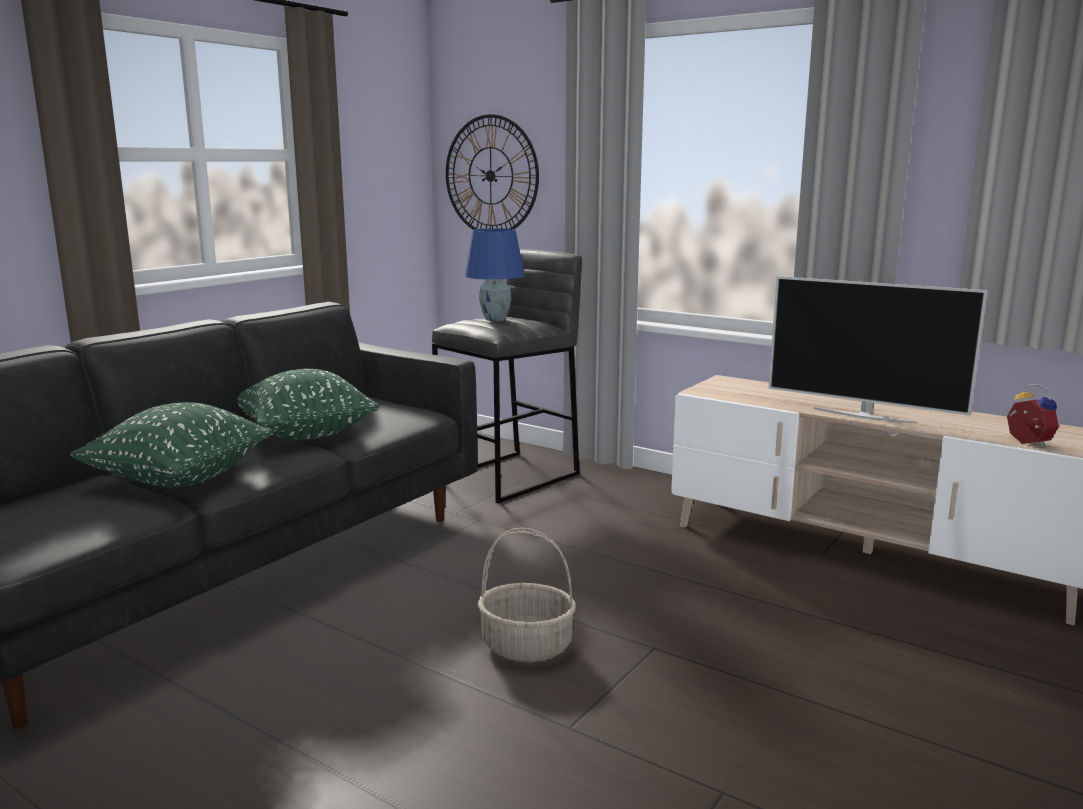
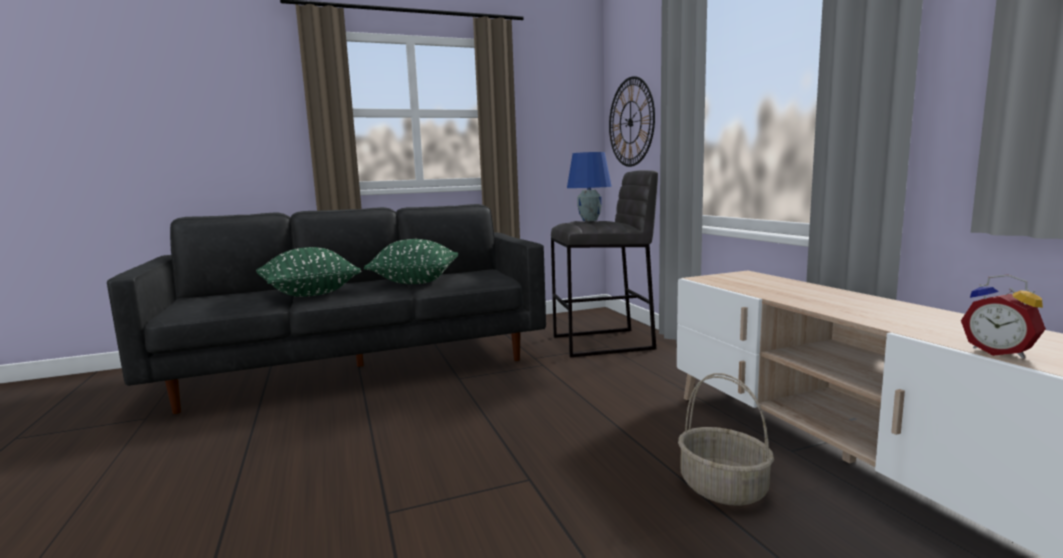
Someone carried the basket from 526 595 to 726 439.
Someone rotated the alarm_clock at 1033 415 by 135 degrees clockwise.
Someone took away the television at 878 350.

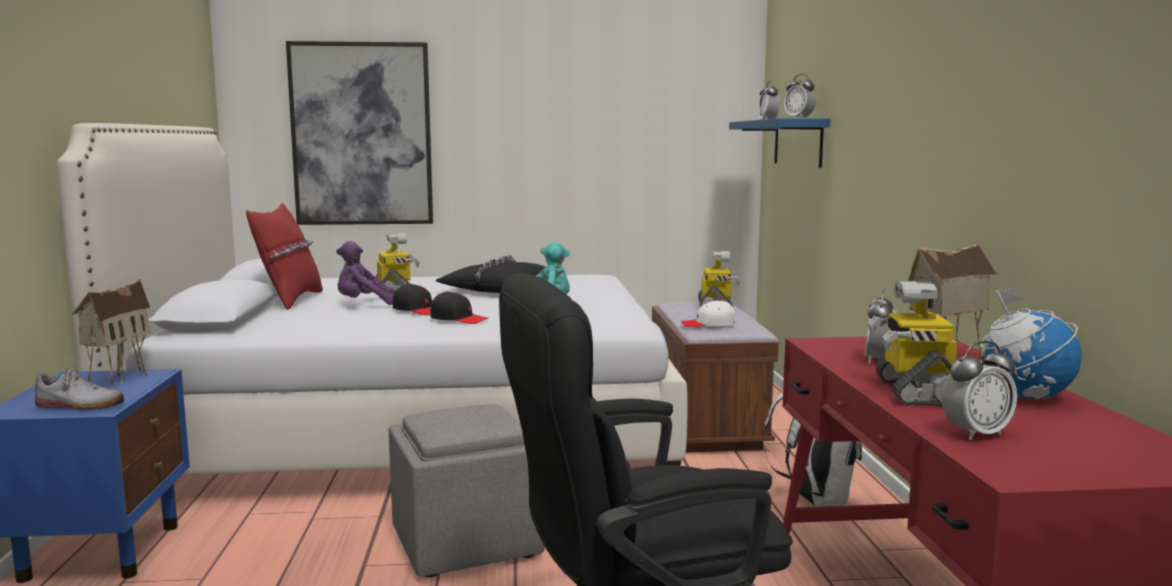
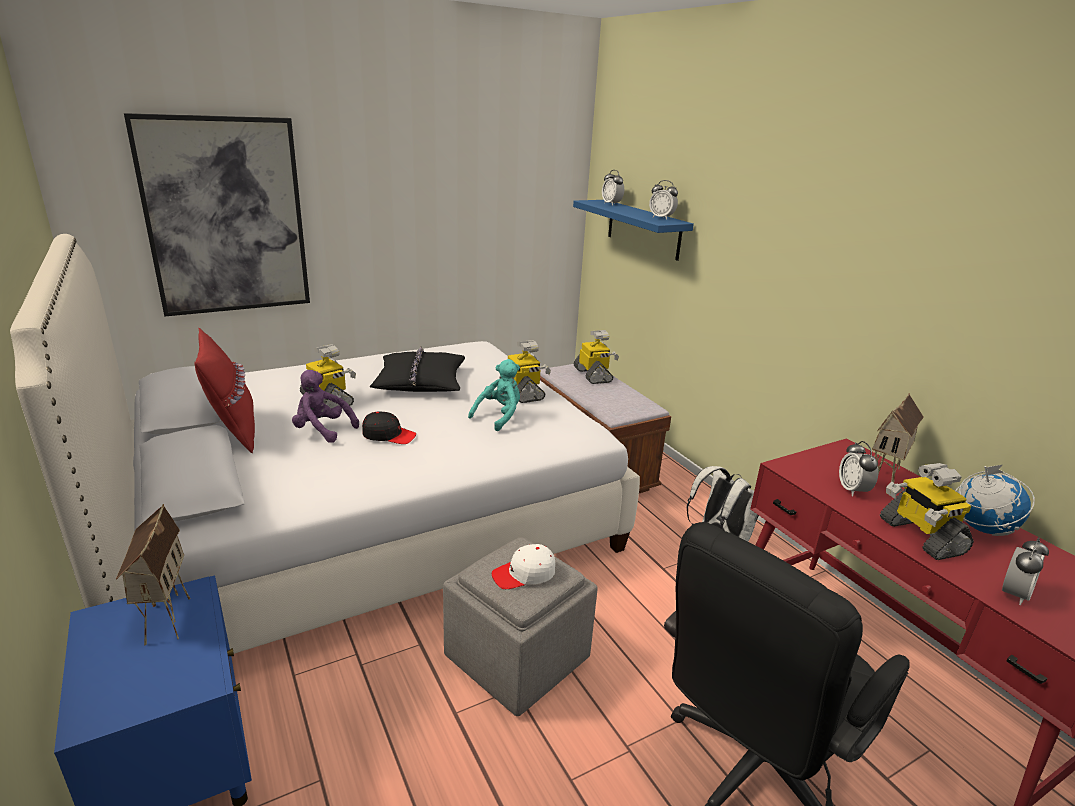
Someone rotated the purple_plush_toy at 365 273 by 60 degrees clockwise.
Someone carried the white_cap from 708 313 to 523 566.
Someone put down the toy_robot at 525 371.
Someone took away the shoe at 79 389.
Someone took away the black_cap at 459 307.

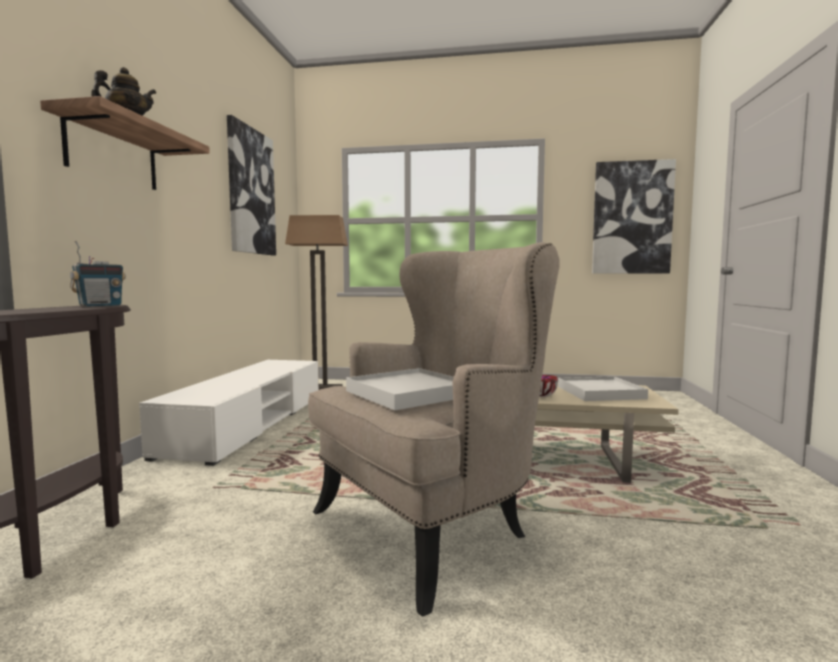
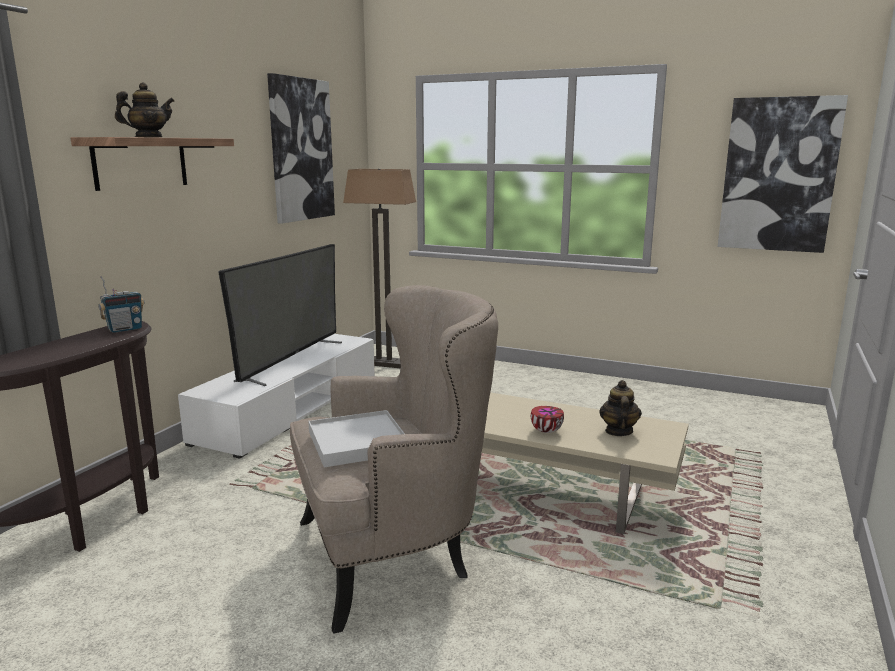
Someone put down the television at 280 315.
Someone swapped the white_tray at 603 388 for the teapot at 620 408.

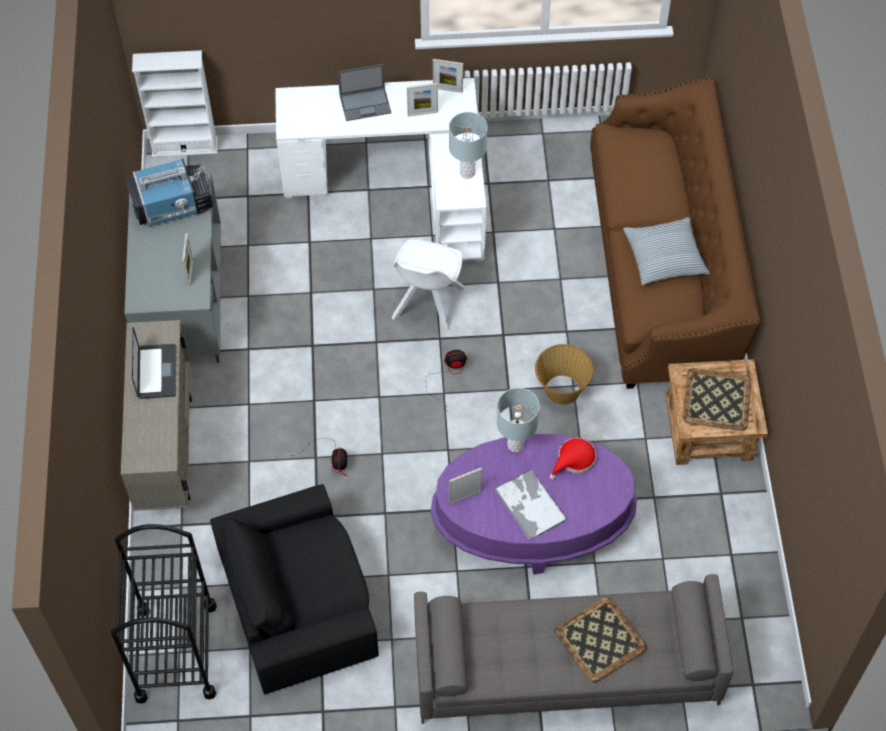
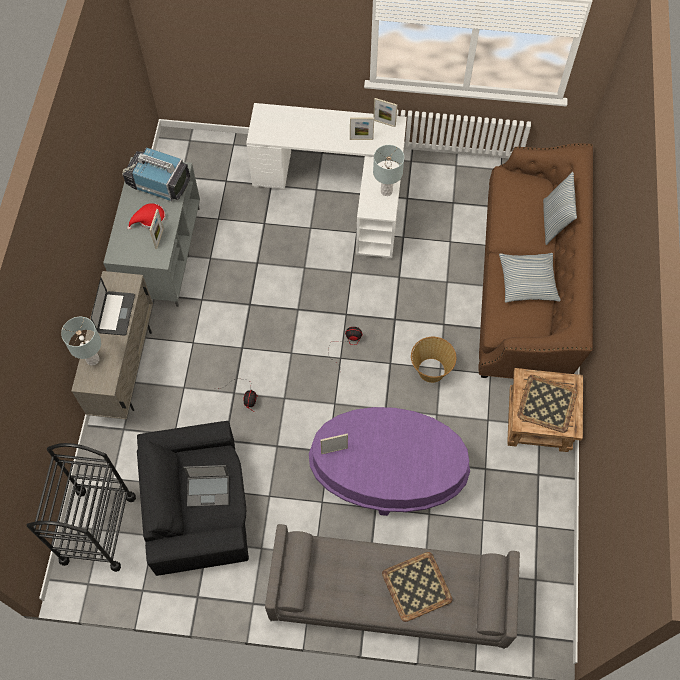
Someone carried the grey_table_lamp from 518 420 to 81 341.
Someone rotated the television at 169 193 by 150 degrees counterclockwise.
Someone carried the red_hat from 573 459 to 146 216.
Someone carried the laptop from 364 92 to 206 486.
Someone put down the pillow at 560 208.
Someone took away the white_bookcase at 174 103.
Someone took away the white_chair at 428 286.
Someone took away the tray at 531 505.

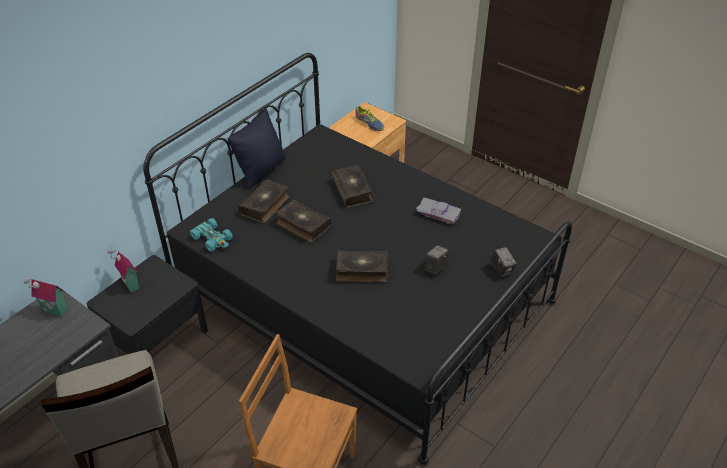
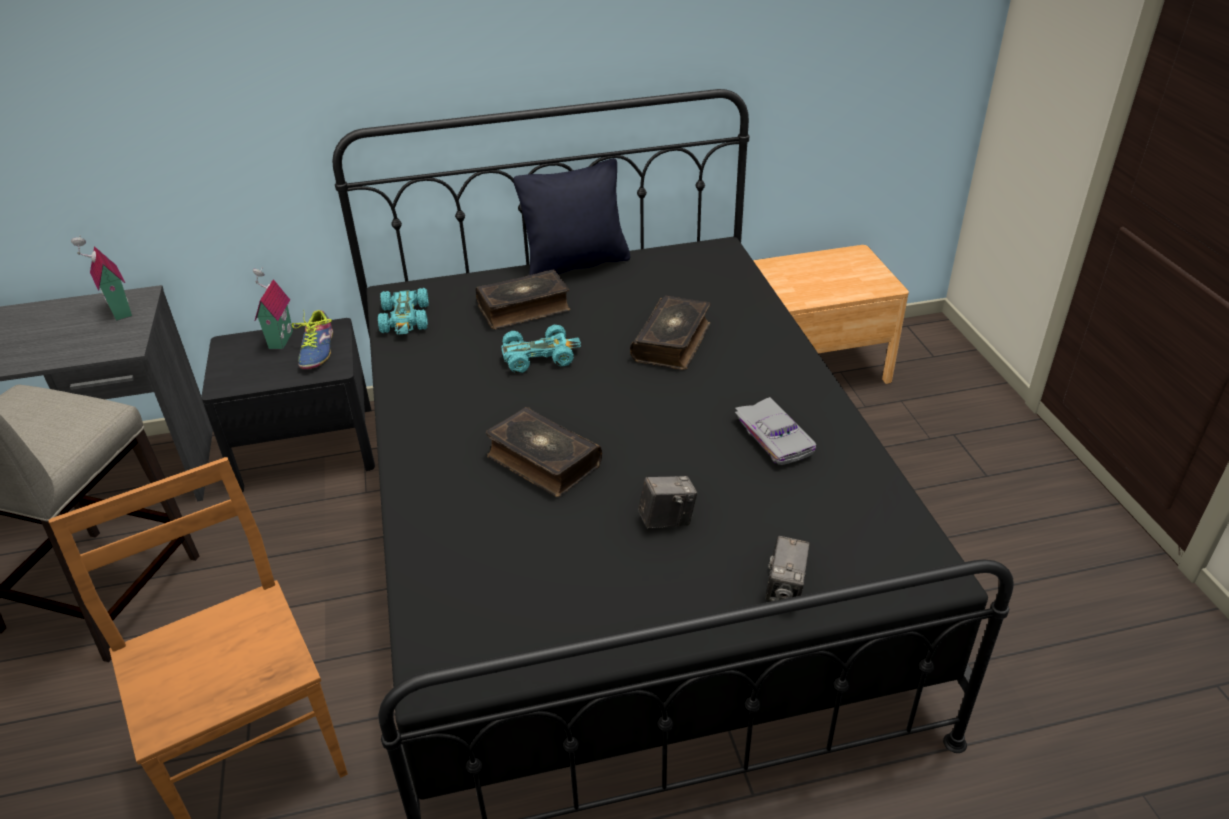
Someone carried the shoe from 369 118 to 312 339.
Someone swapped the book at 303 221 for the turquoise_toy_car at 541 349.

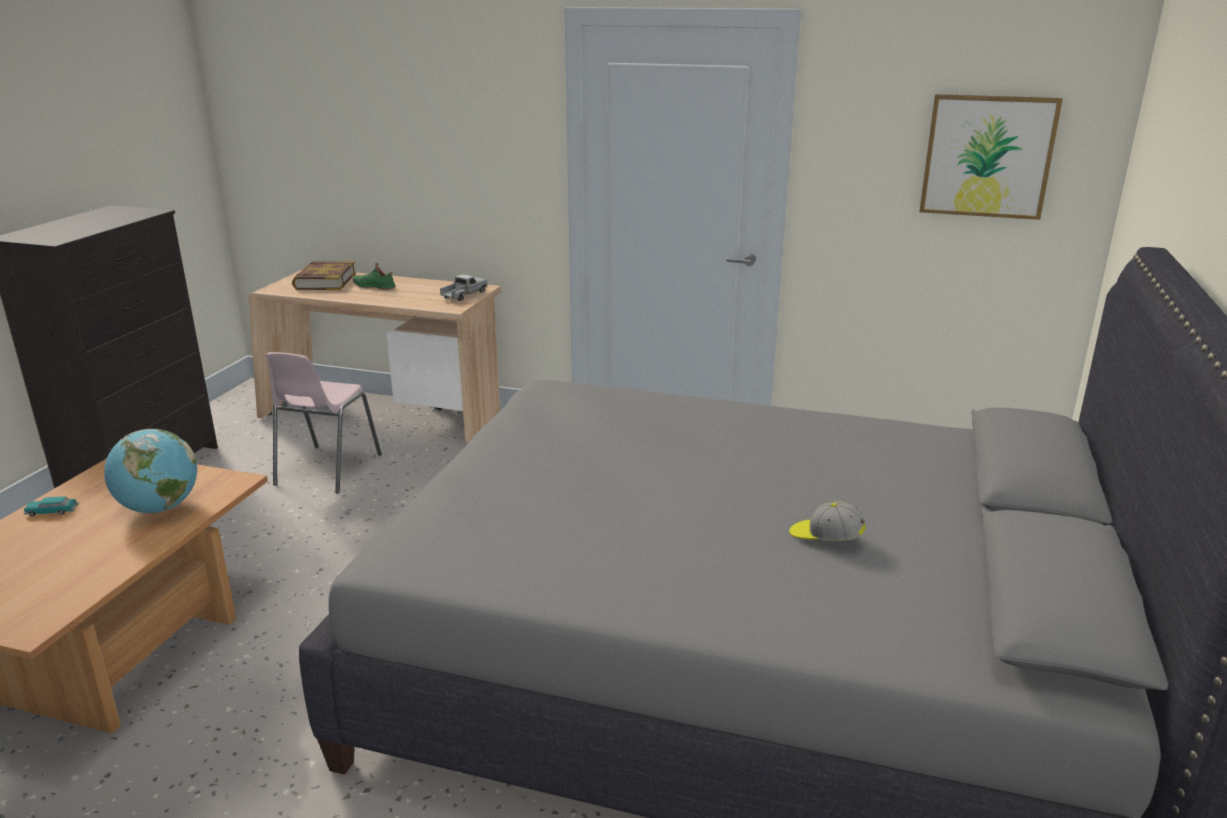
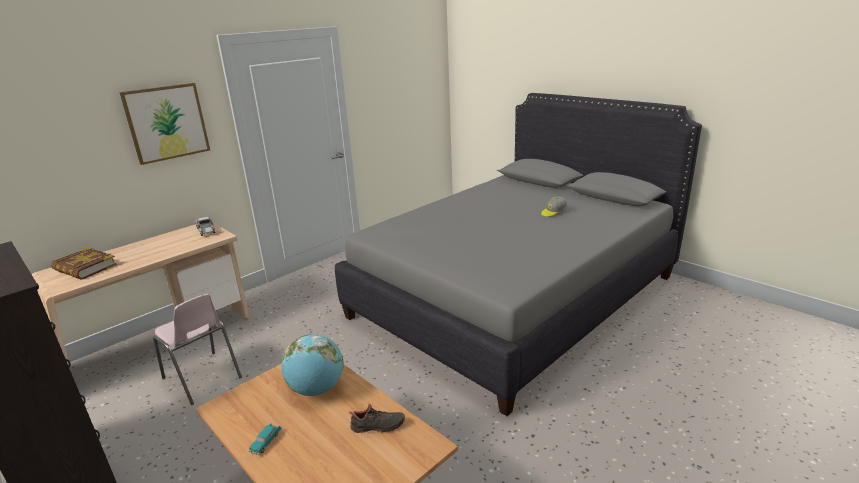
Someone carried the picture from 991 157 to 164 124.
Someone put down the black_shoe at 376 418.
Someone took away the green_shoe at 374 276.

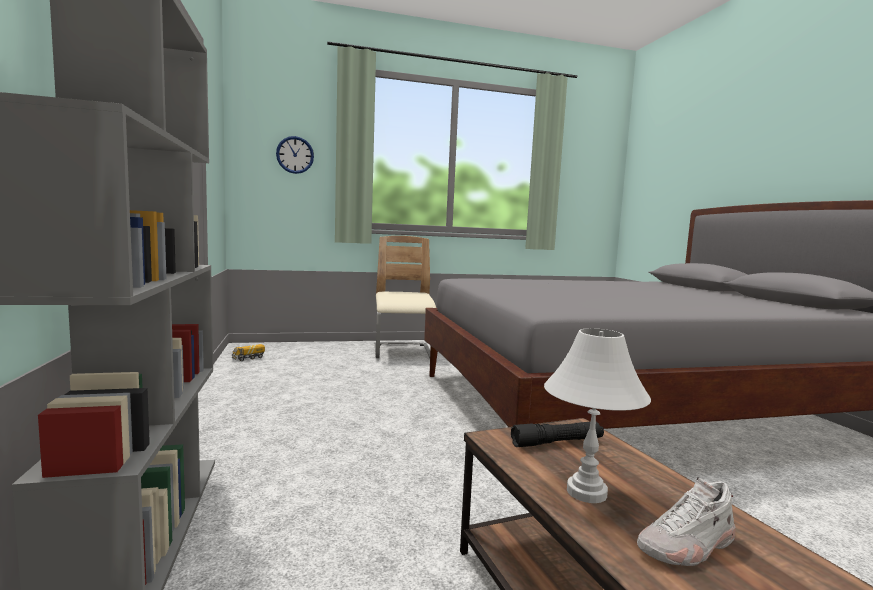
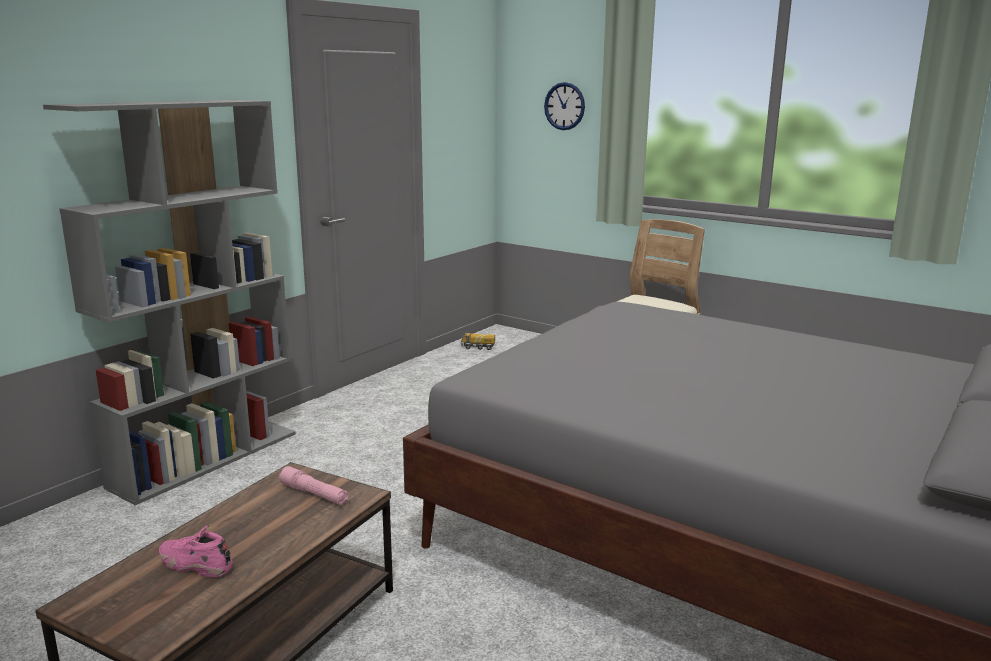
Someone repainted the white_shoe at 686 521, which became the pink_shoe at 196 551.
Someone repainted the black_flashlight at 557 434, which became the pink_flashlight at 314 485.
Someone took away the white_table_lamp at 597 415.

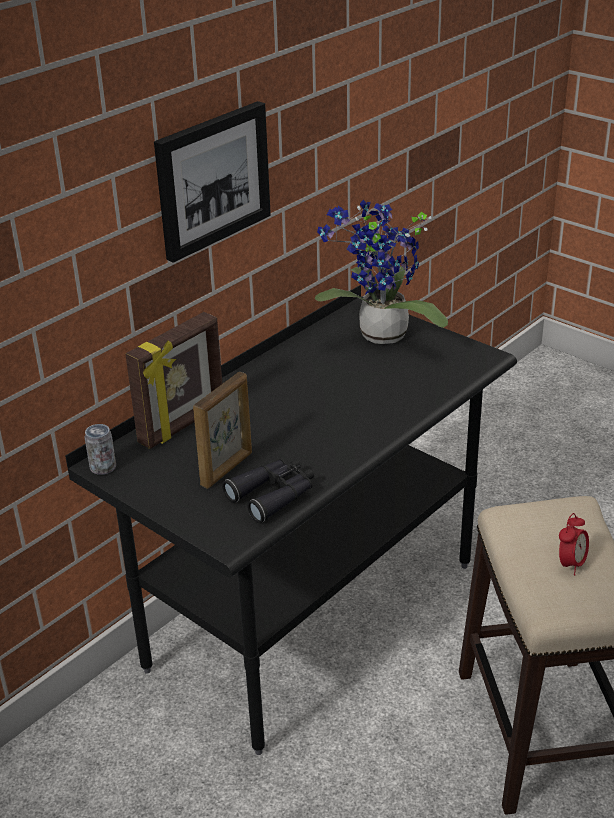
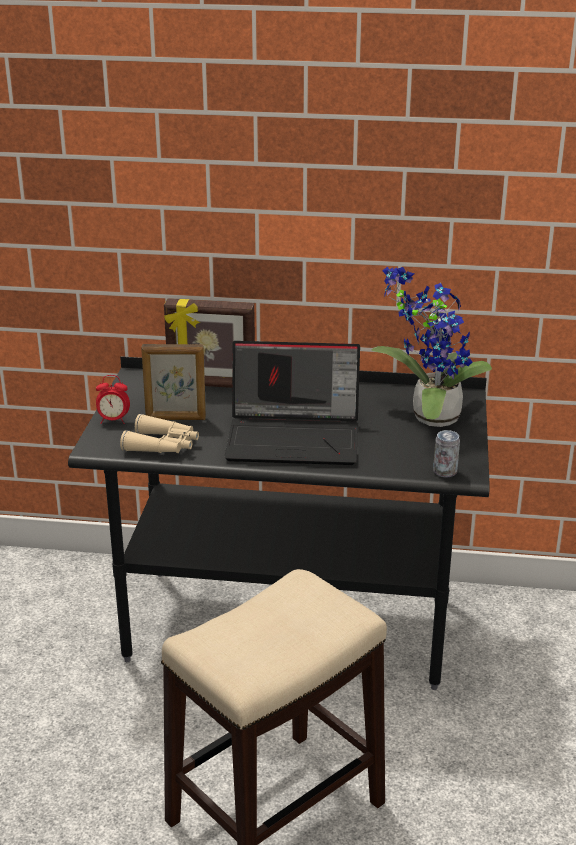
Someone carried the alarm_clock from 574 544 to 113 399.
Someone repainted the black_binoculars at 268 491, which became the beige_binoculars at 159 433.
Someone put down the laptop at 292 403.
Someone carried the can from 100 449 to 446 454.
Someone took away the picture at 212 182.

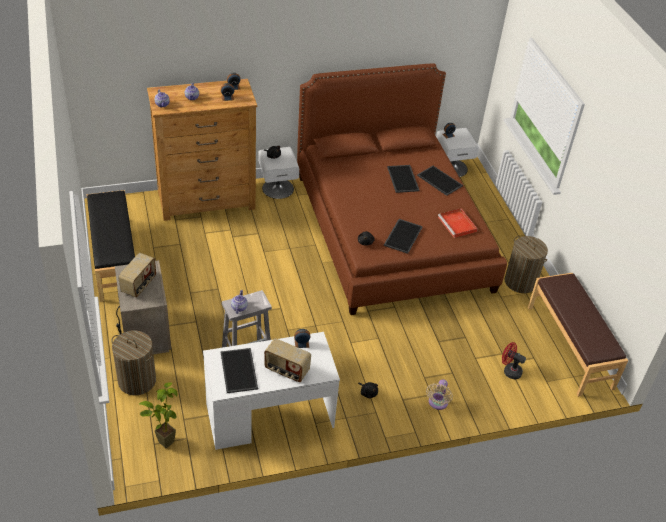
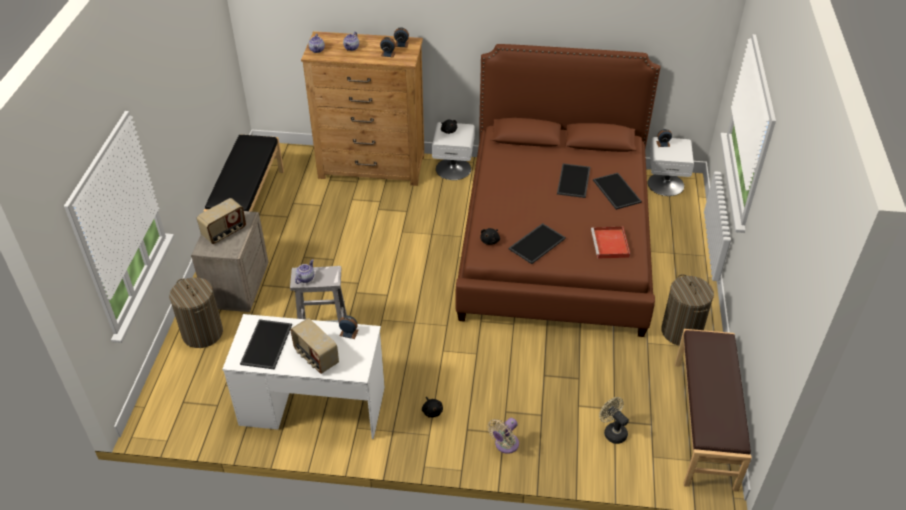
Someone repainted the red_fan at 514 360, which became the beige_fan at 614 420.
Someone took away the potted_plant at 158 415.

